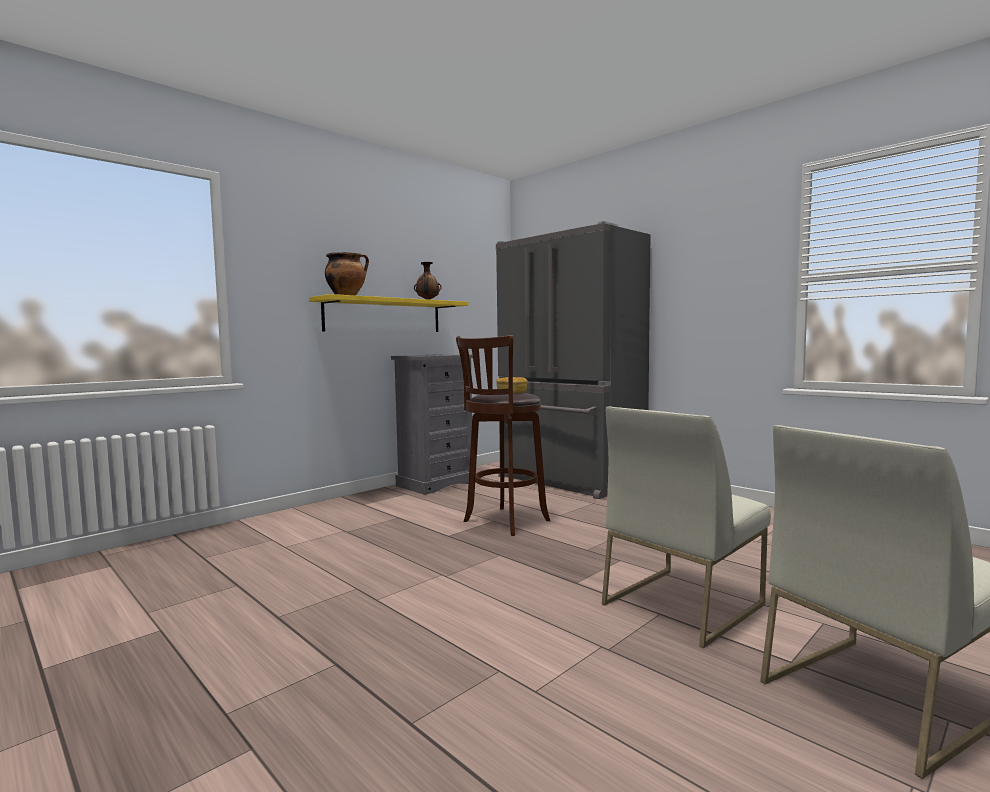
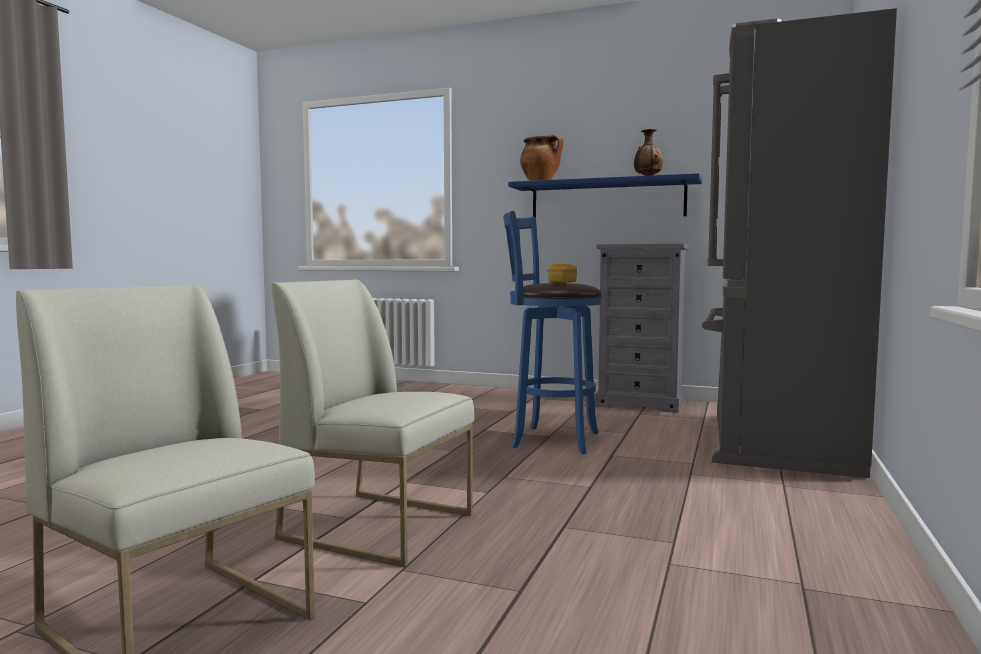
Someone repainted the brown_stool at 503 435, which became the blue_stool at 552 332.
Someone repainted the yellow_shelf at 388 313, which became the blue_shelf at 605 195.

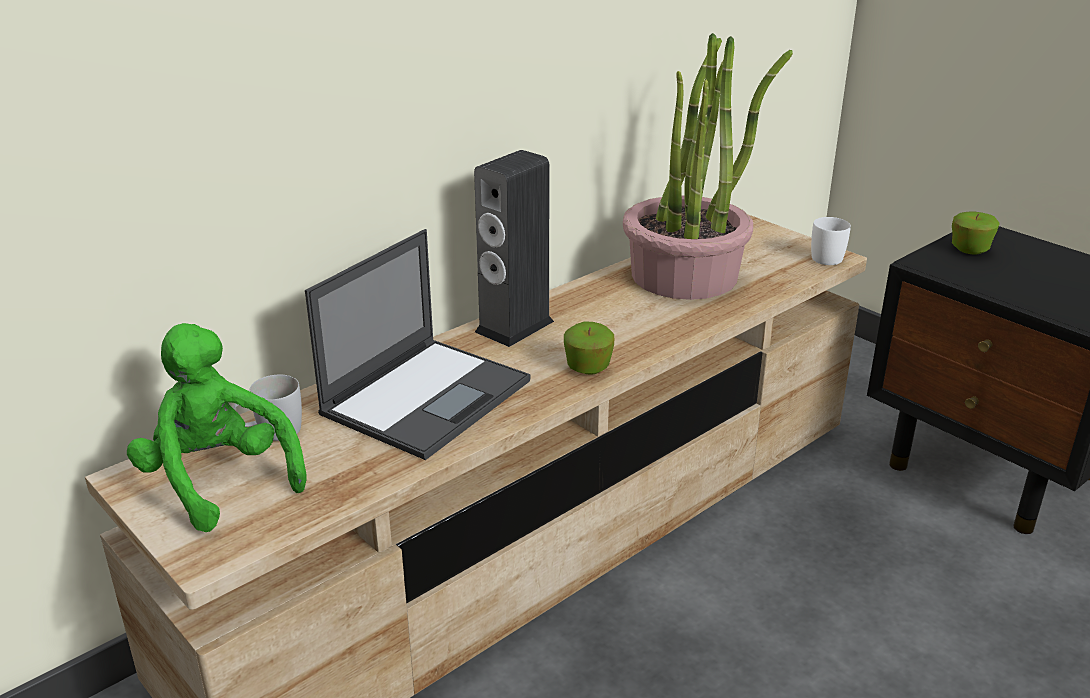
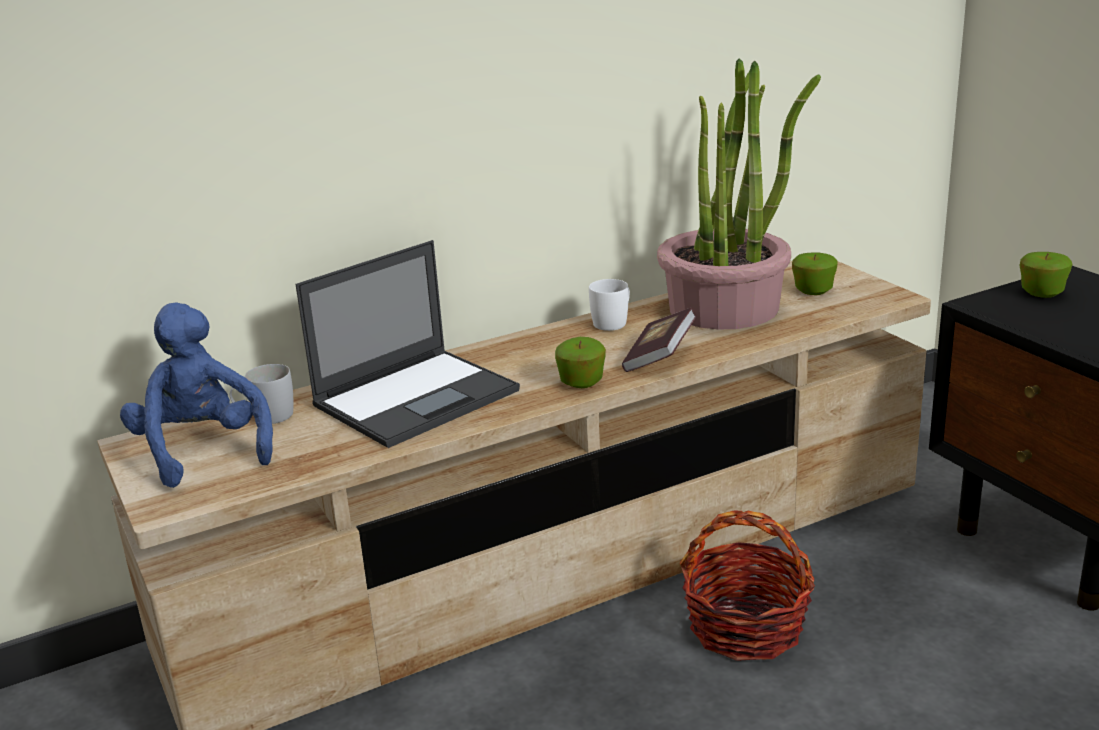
Someone repainted the green_plush_toy at 217 427, which became the blue_plush_toy at 196 395.
Someone carried the white_mug from 831 241 to 609 305.
Someone put down the book at 659 340.
Someone put down the basket at 747 585.
Someone put down the apple at 815 274.
Someone took away the speaker at 514 248.

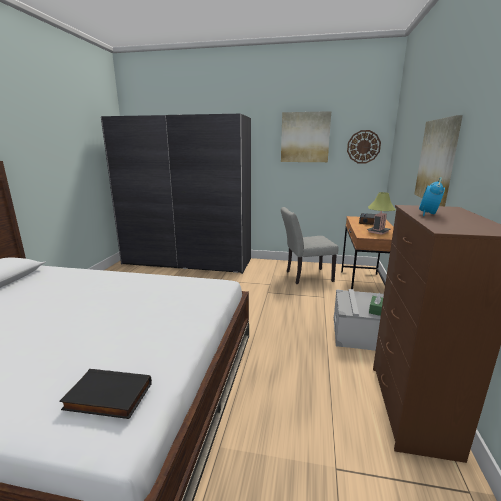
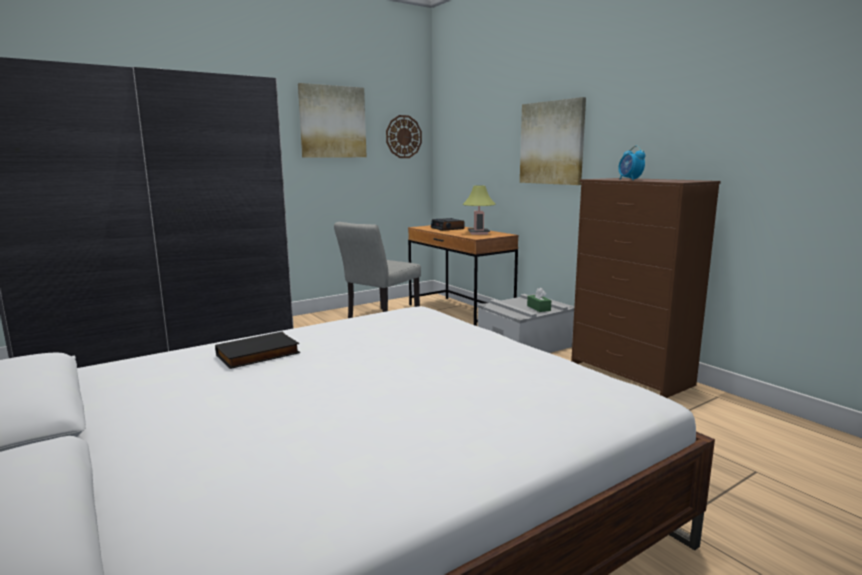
Someone carried the black_book from 105 394 to 257 350.

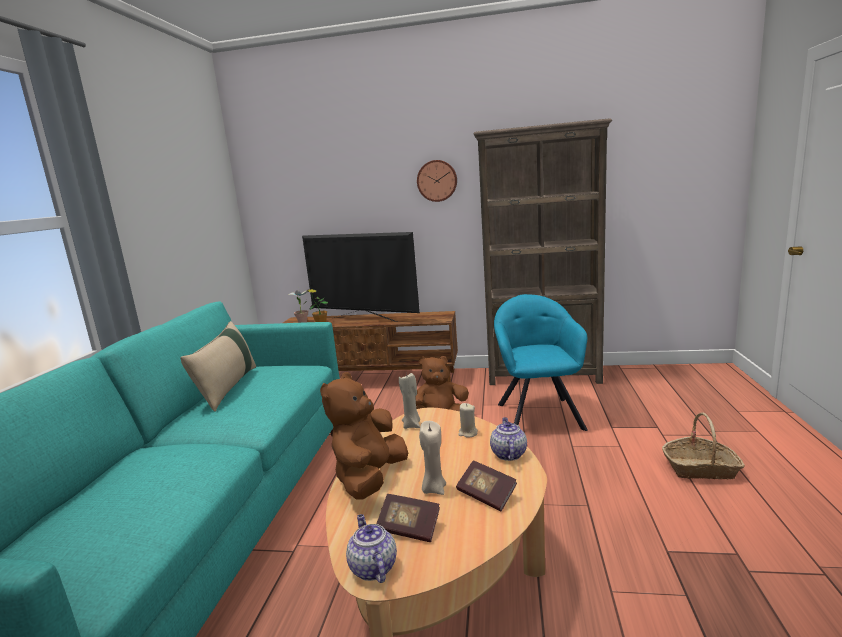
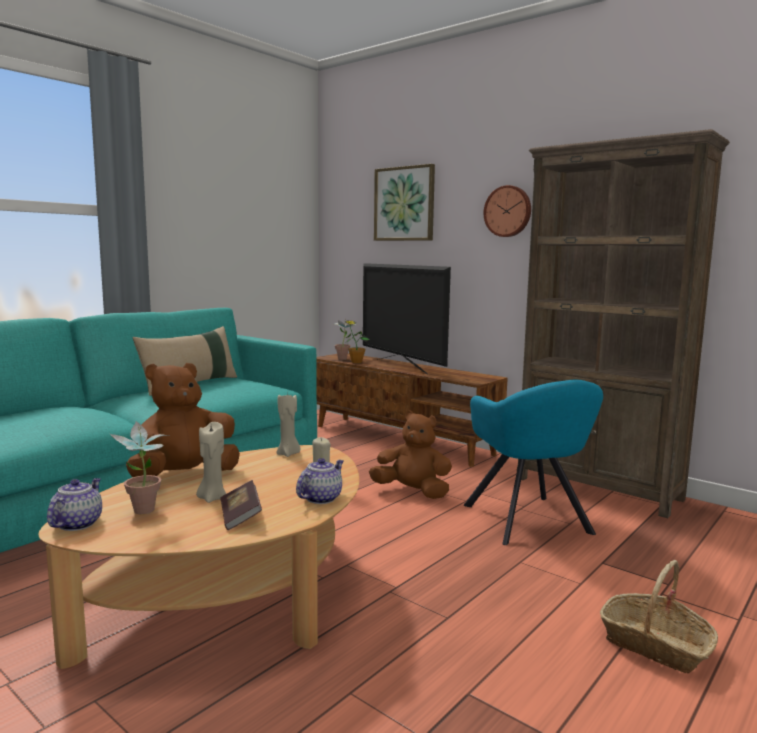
Someone swapped the book at 408 518 for the potted_plant at 139 467.
Someone put up the picture at 404 202.
Someone rotated the turquoise_armchair at 541 362 by 135 degrees clockwise.

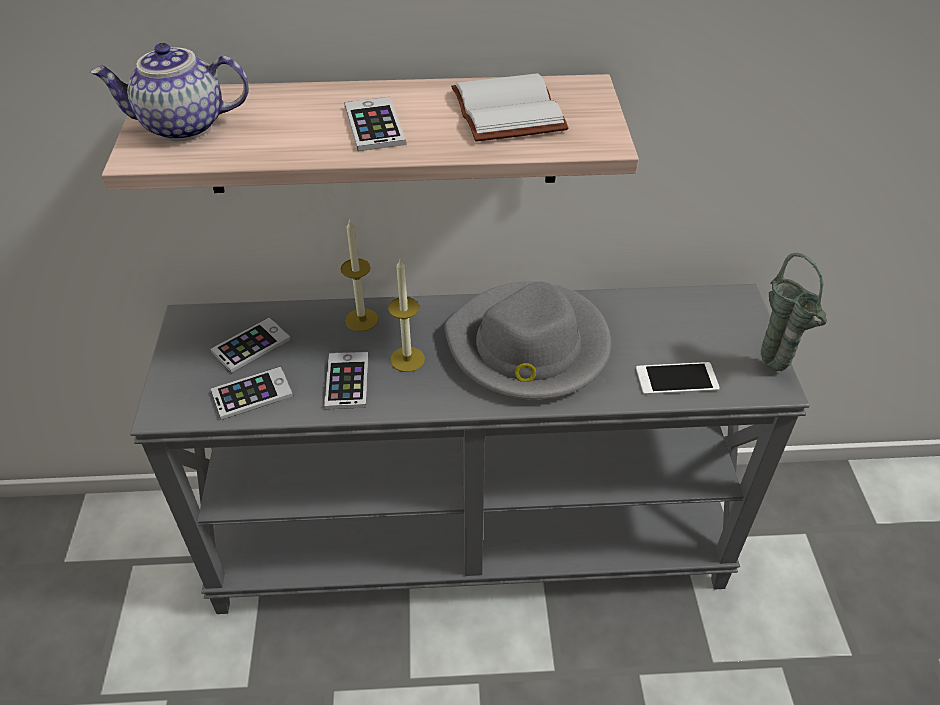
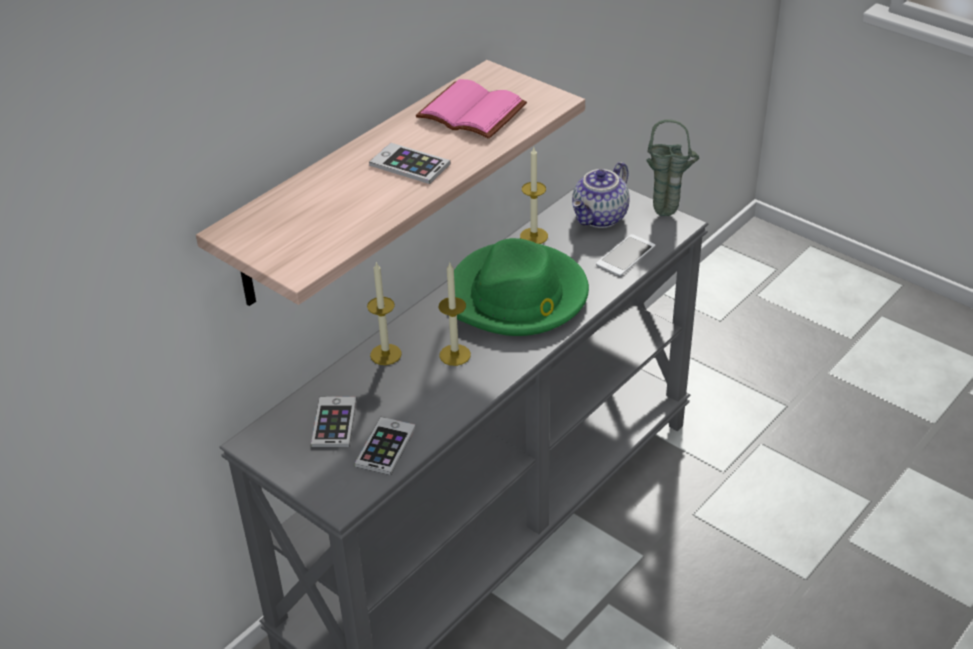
Someone repainted the white_book at 510 107, which became the pink_book at 471 109.
Someone repainted the grey_hat at 527 340, which became the green_hat at 521 287.
Someone put down the candle at 534 195.
Someone carried the teapot from 169 92 to 601 195.
Someone took away the phone at 346 380.

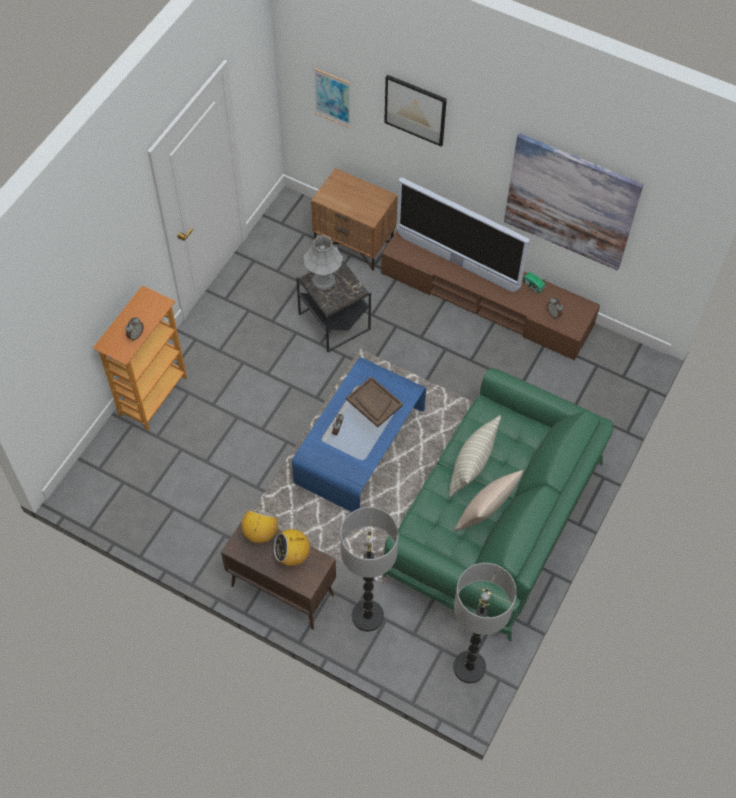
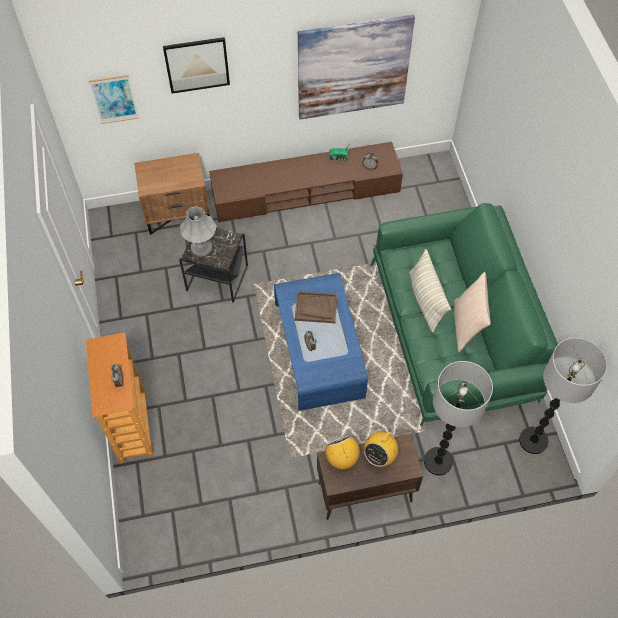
Someone took away the television at 463 235.

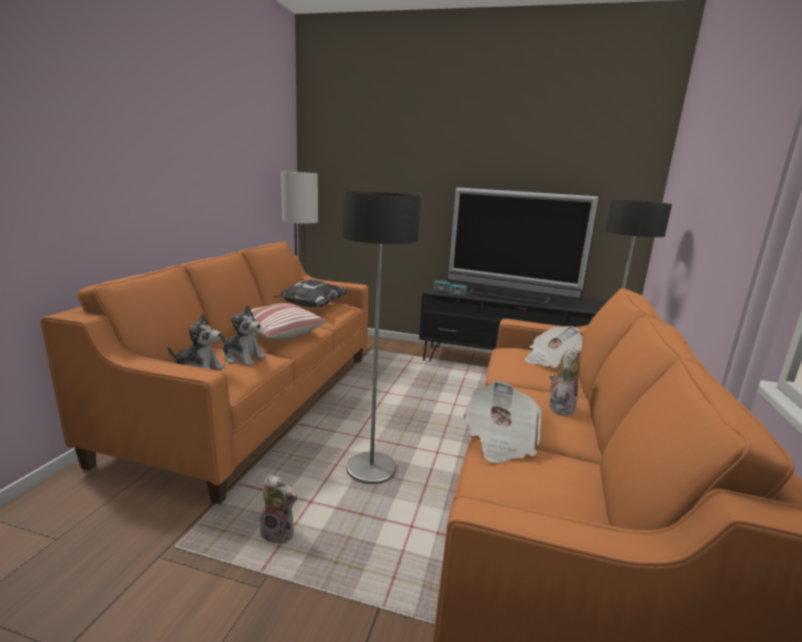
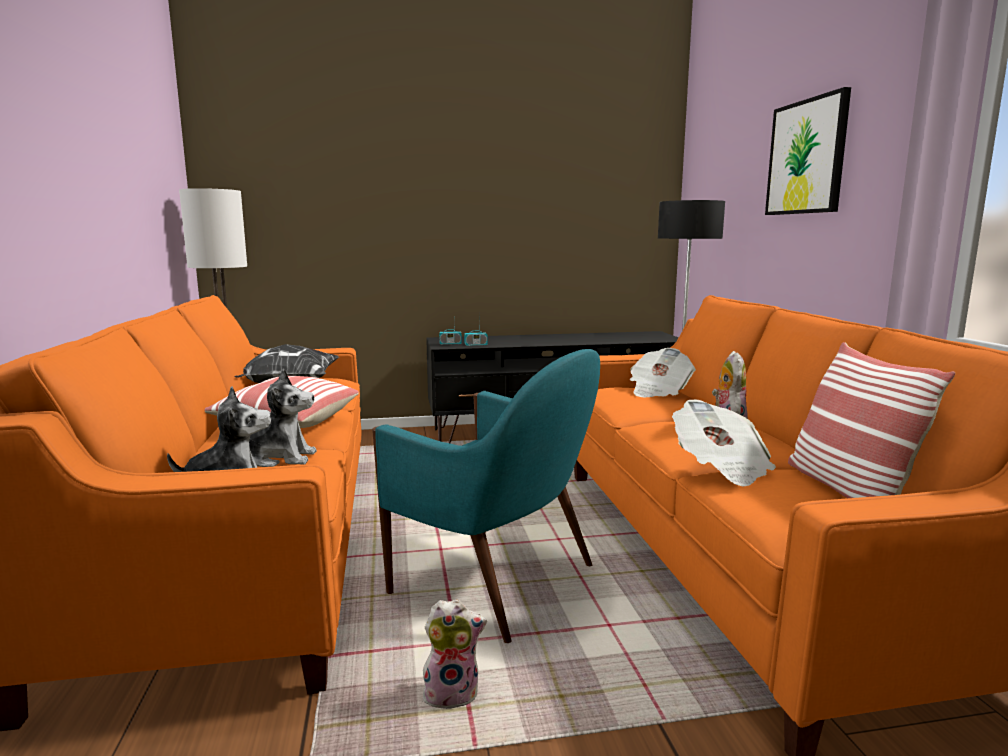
Someone swapped the floor_lamp at 381 337 for the turquoise_armchair at 486 496.
Someone put up the picture at 808 151.
Someone put down the pillow at 871 420.
Someone took away the television at 523 246.

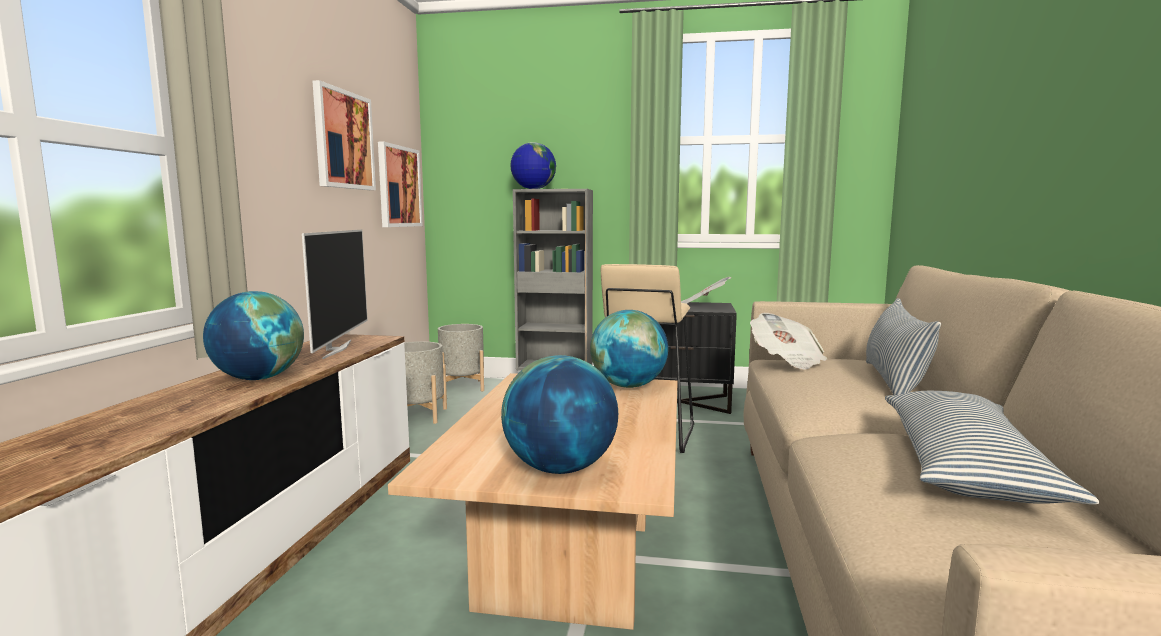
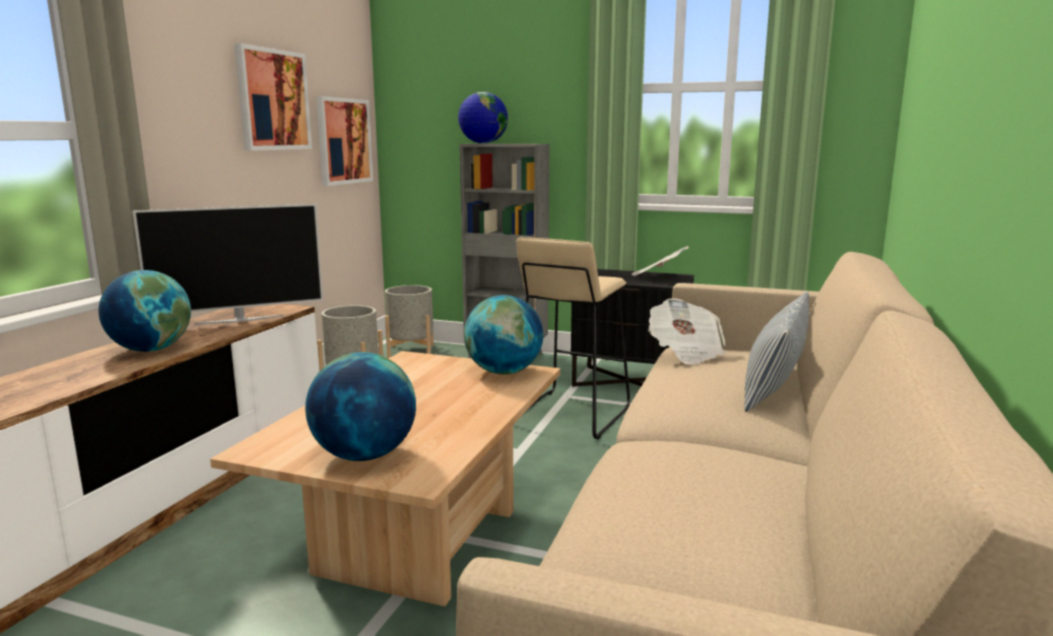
Someone rotated the television at 335 294 by 60 degrees clockwise.
Someone took away the pillow at 992 448.

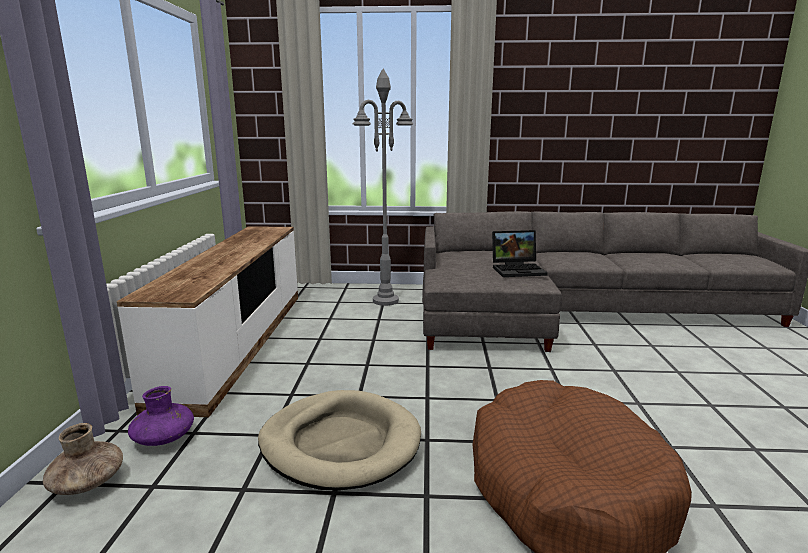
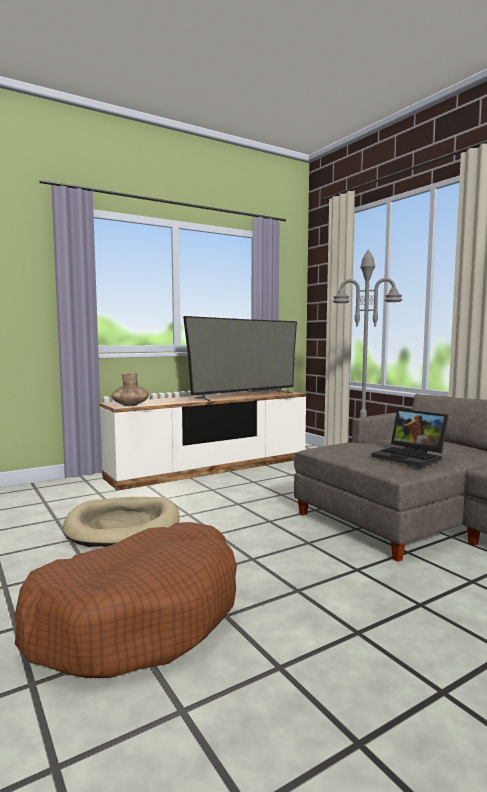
Someone carried the brown_vase from 83 459 to 130 389.
Someone put down the television at 240 358.
Someone took away the purple_vase at 161 416.

